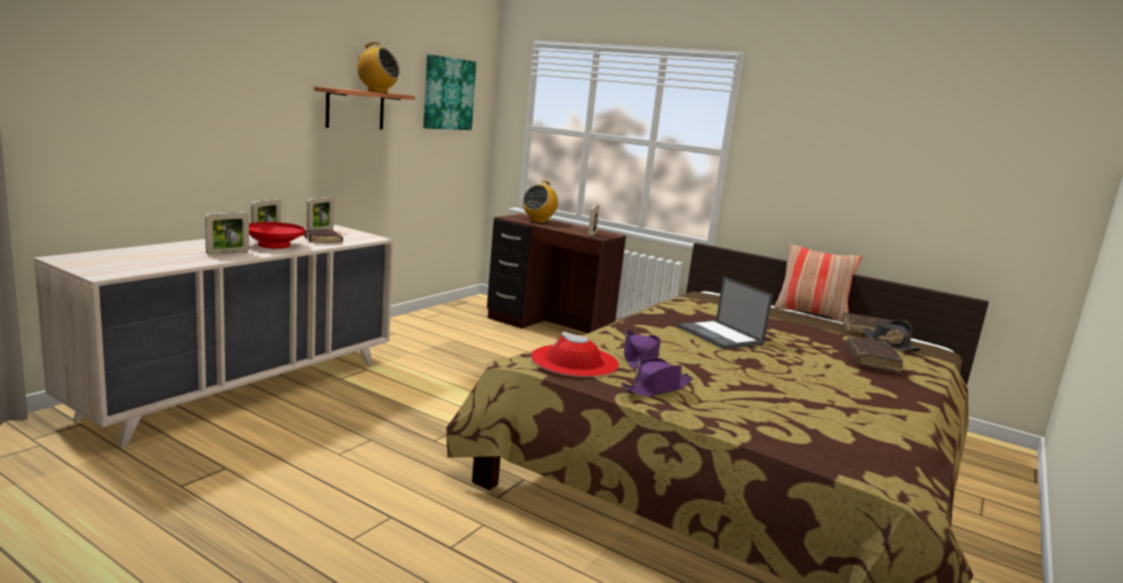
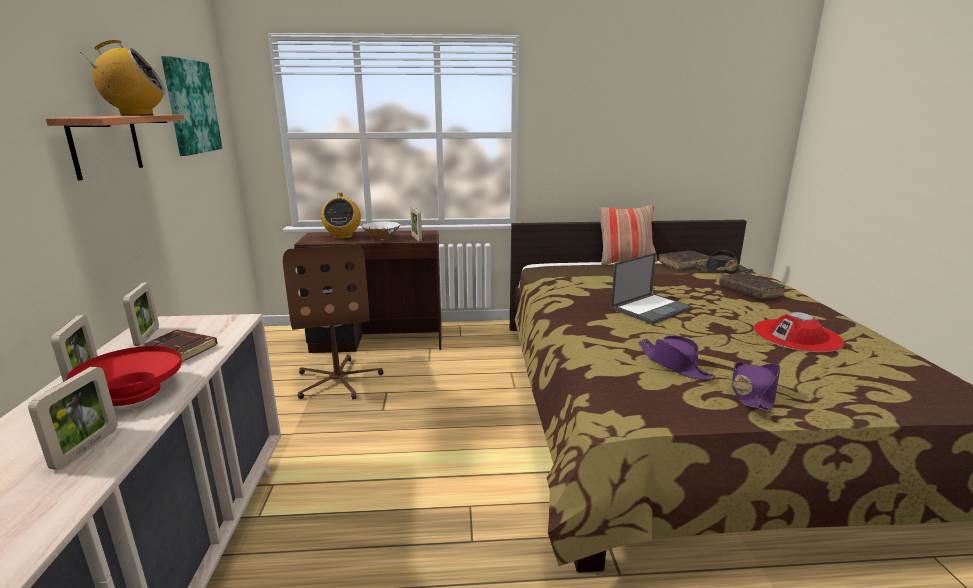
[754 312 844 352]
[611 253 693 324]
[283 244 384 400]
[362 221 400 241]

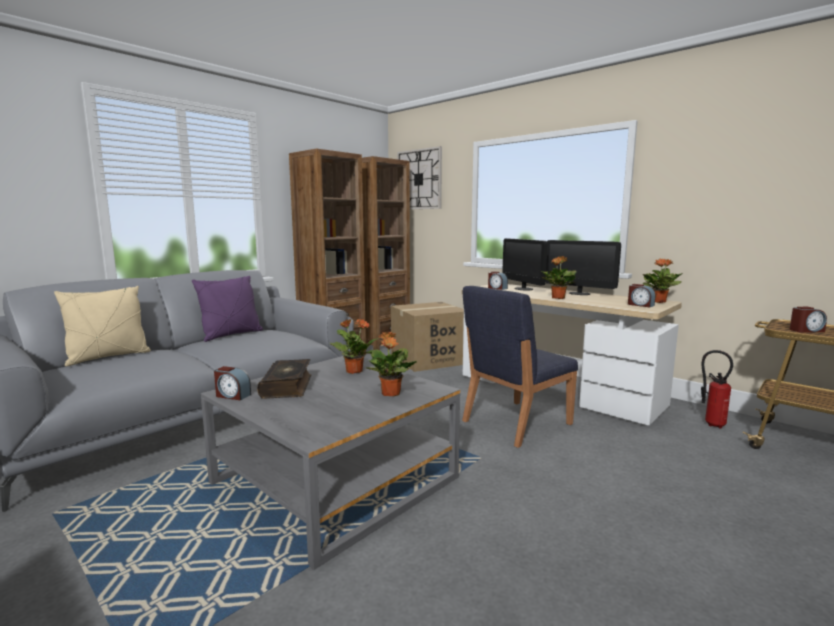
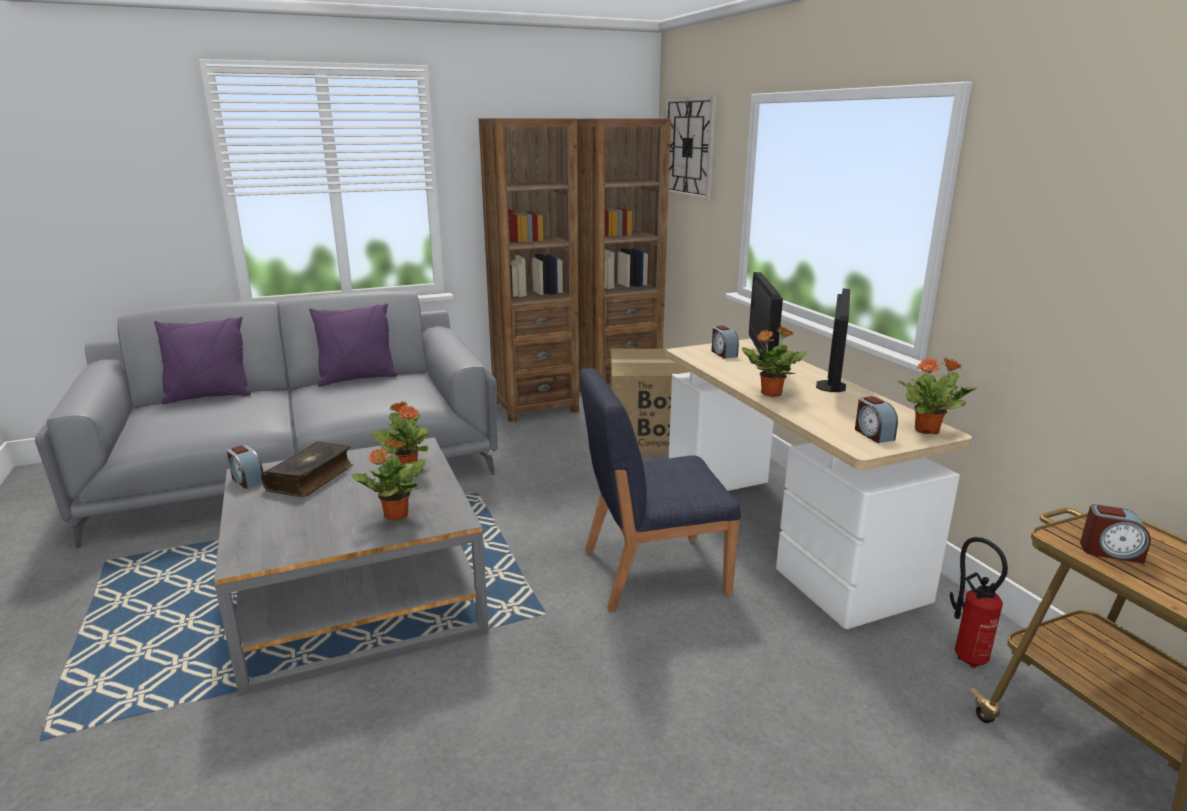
[154 317 251 404]
[816 288 850 392]

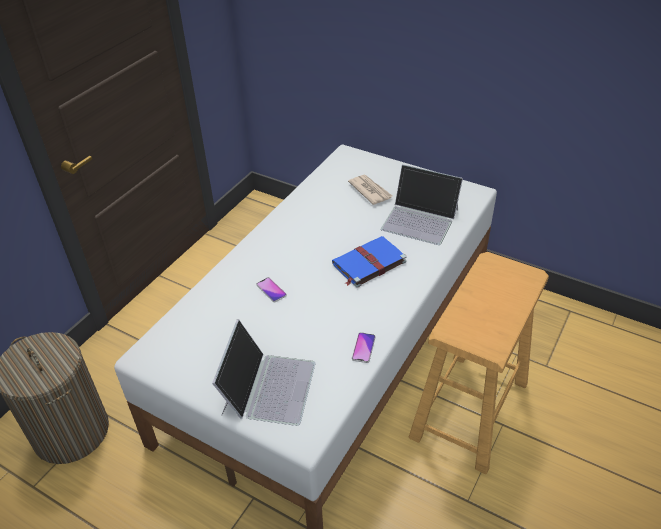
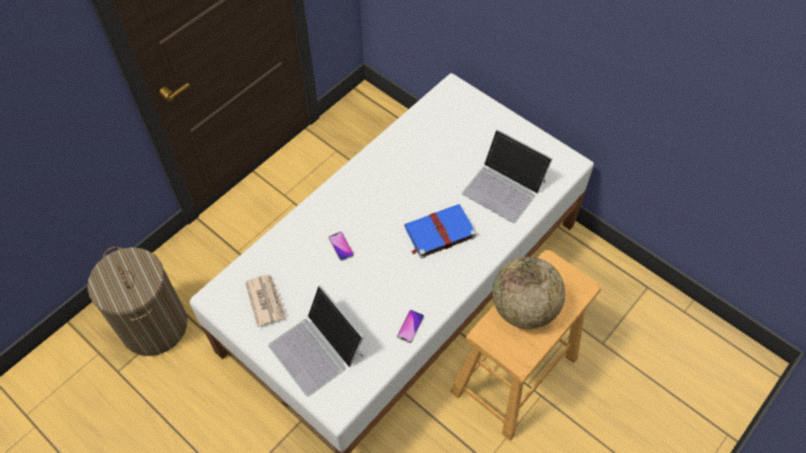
[268 285 364 396]
[245 274 286 327]
[492 257 565 329]

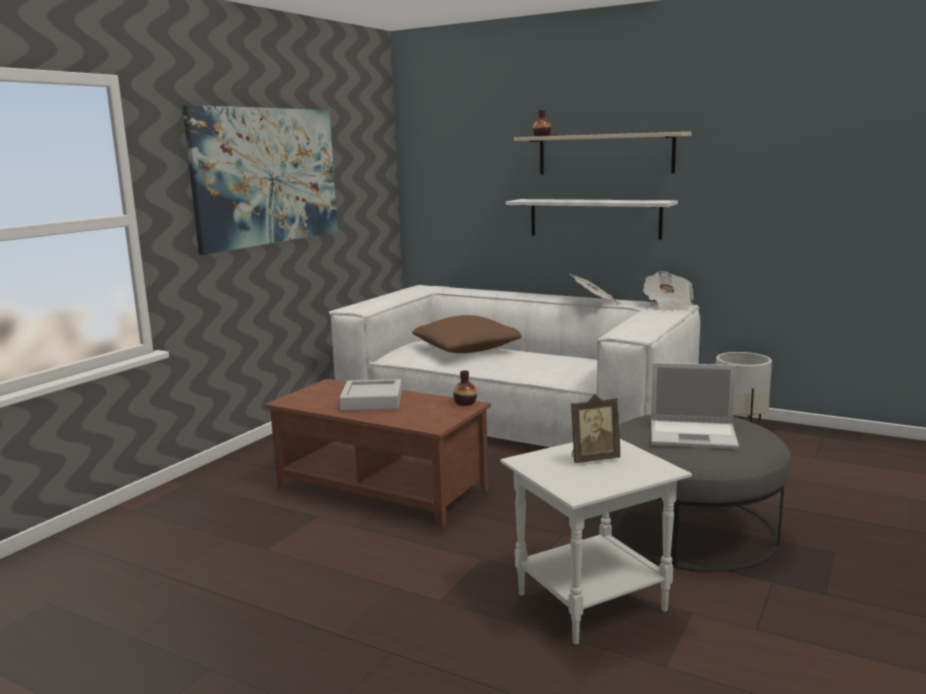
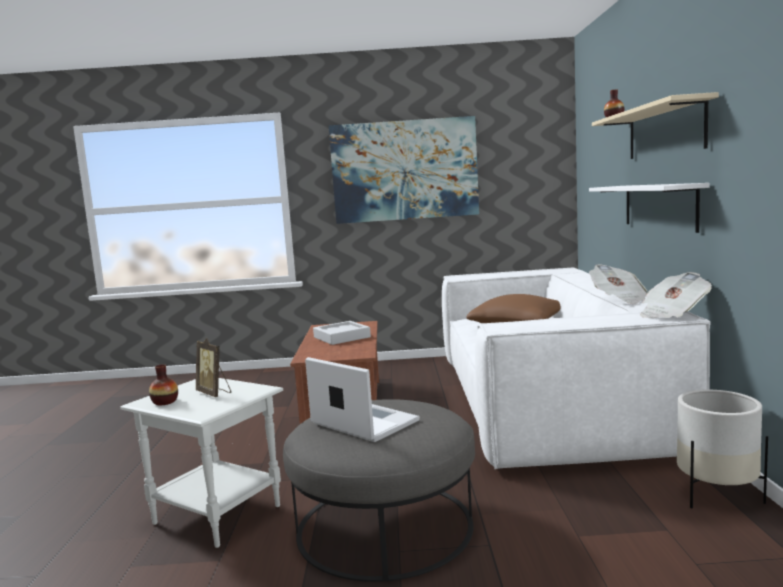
[149 364 178 405]
[305 357 420 442]

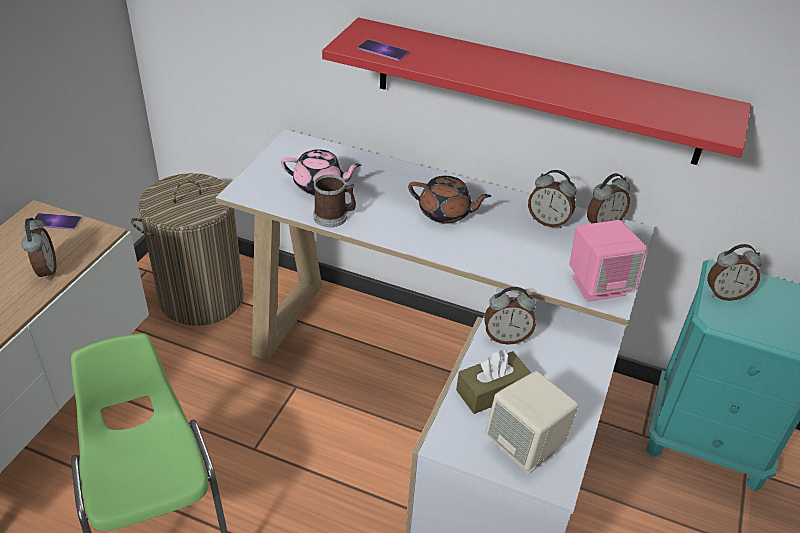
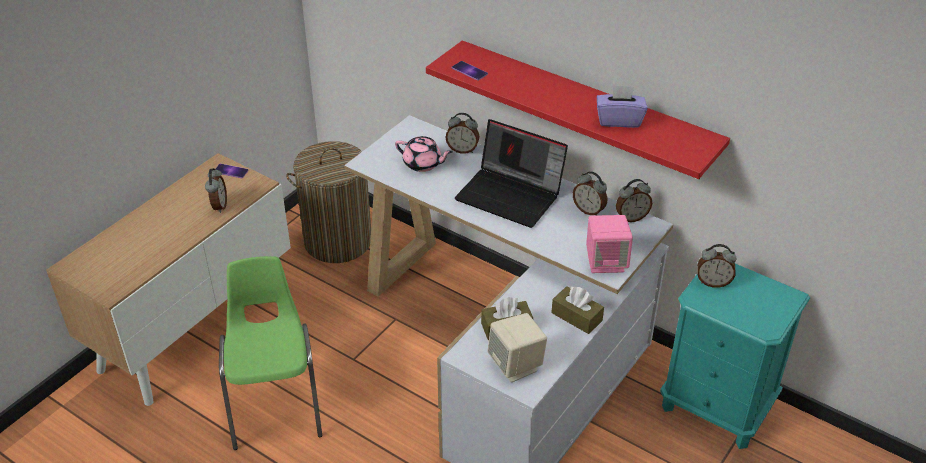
[313 174 356 227] (first image)
[455 119 568 228]
[446 113 479 154]
[551 286 604 334]
[597 85 647 128]

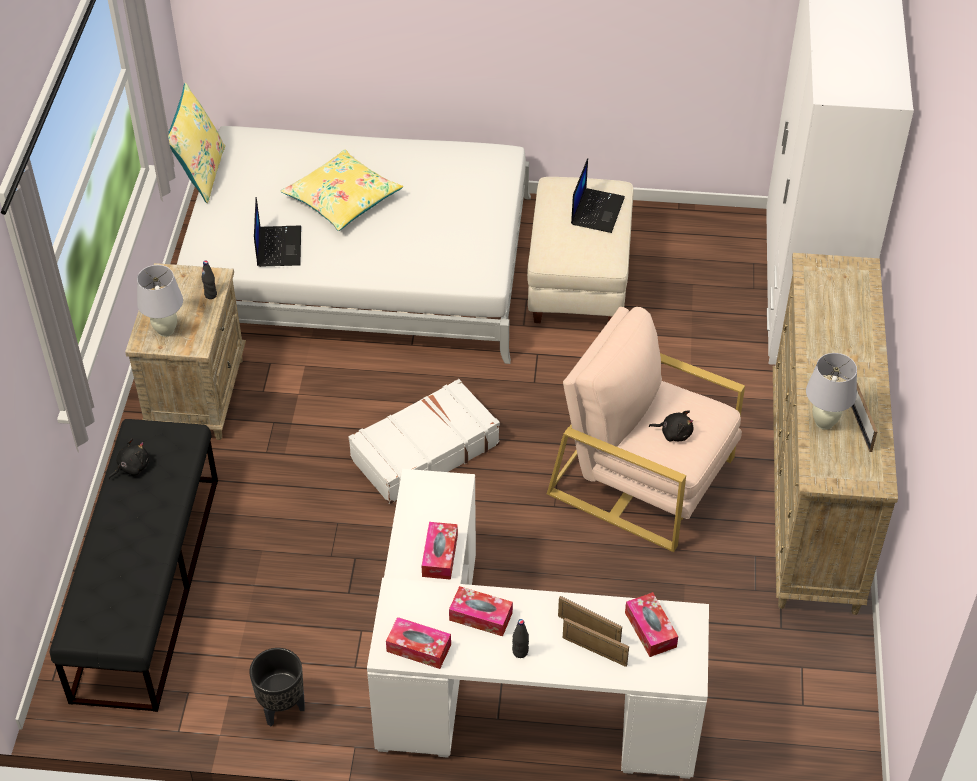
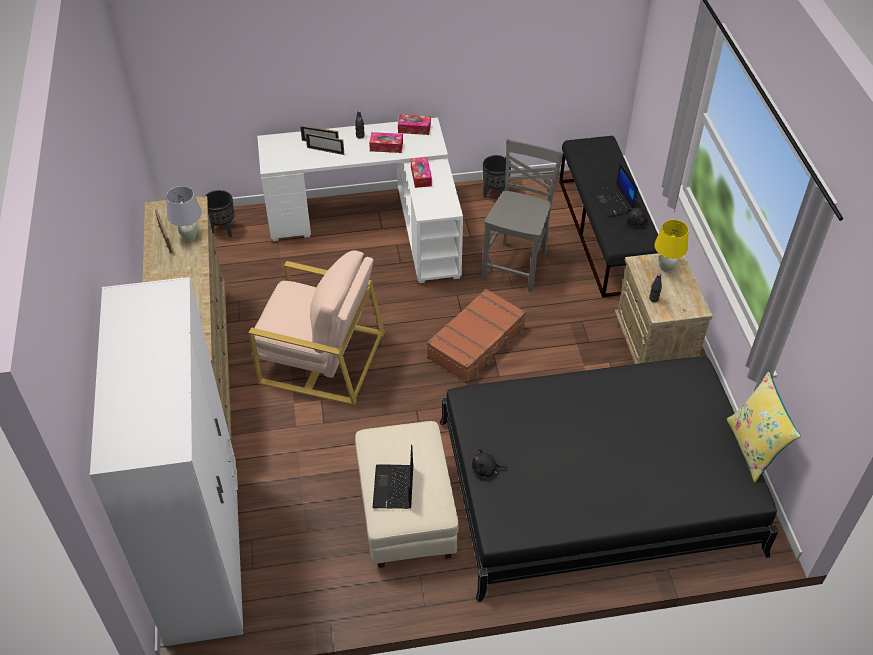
[654 220 689 272]
[440 356 779 602]
[590 163 638 217]
[281 149 403 231] (first image)
[427 289 526 383]
[625 592 678 657] (first image)
[472 449 507 477]
[205 190 234 237]
[482 139 564 292]

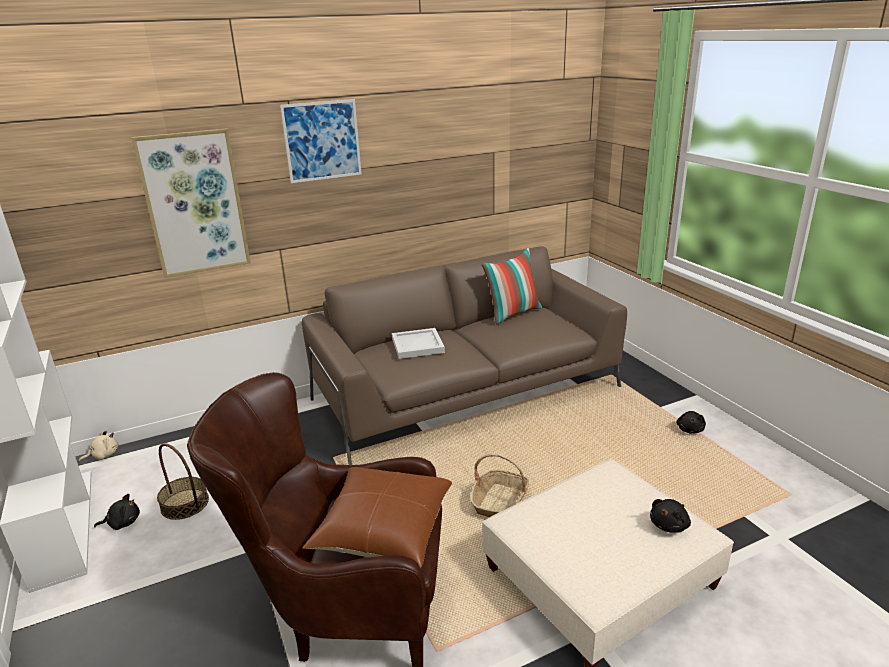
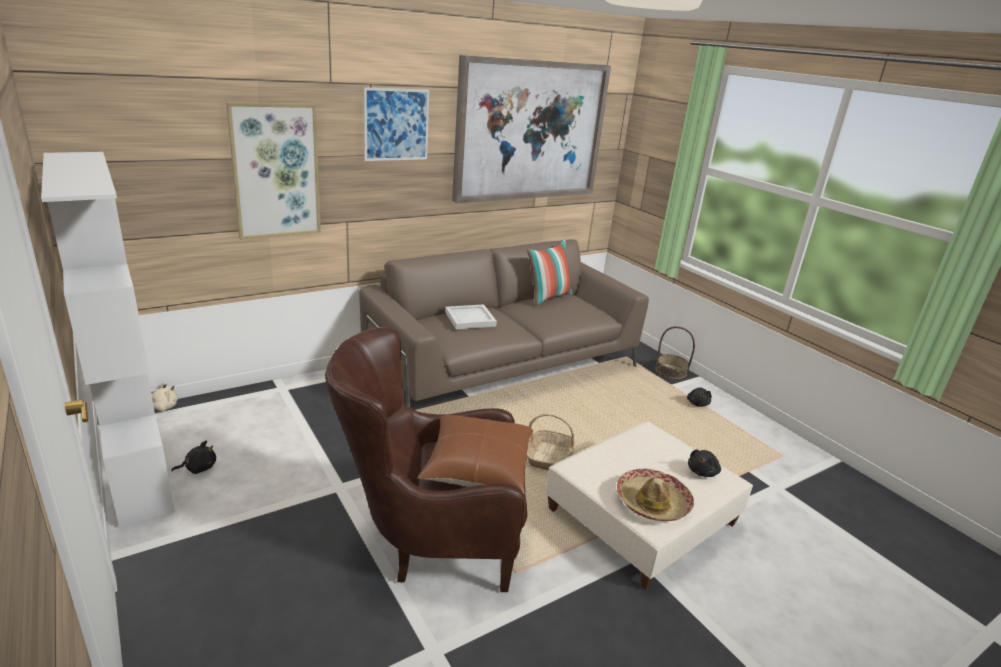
[655 326 695 379]
[452 55 611 203]
[617 468 694 521]

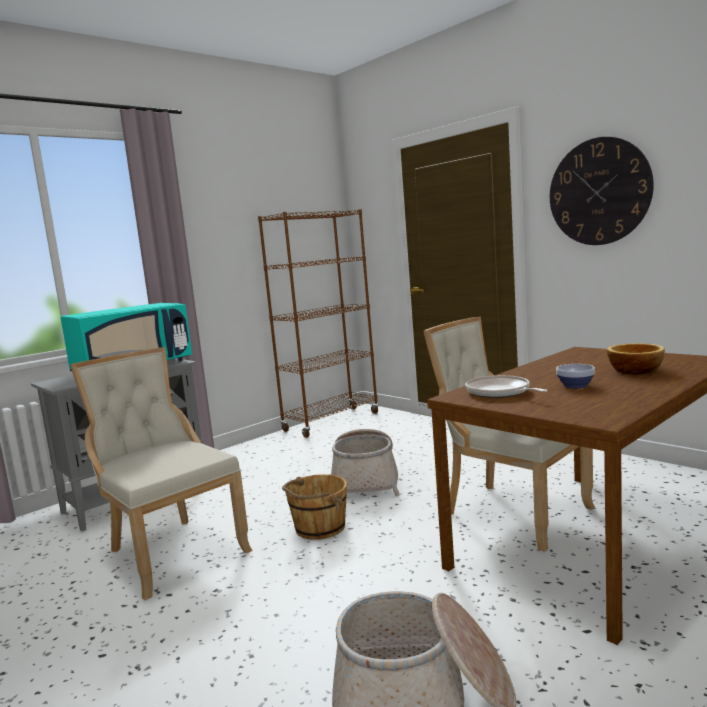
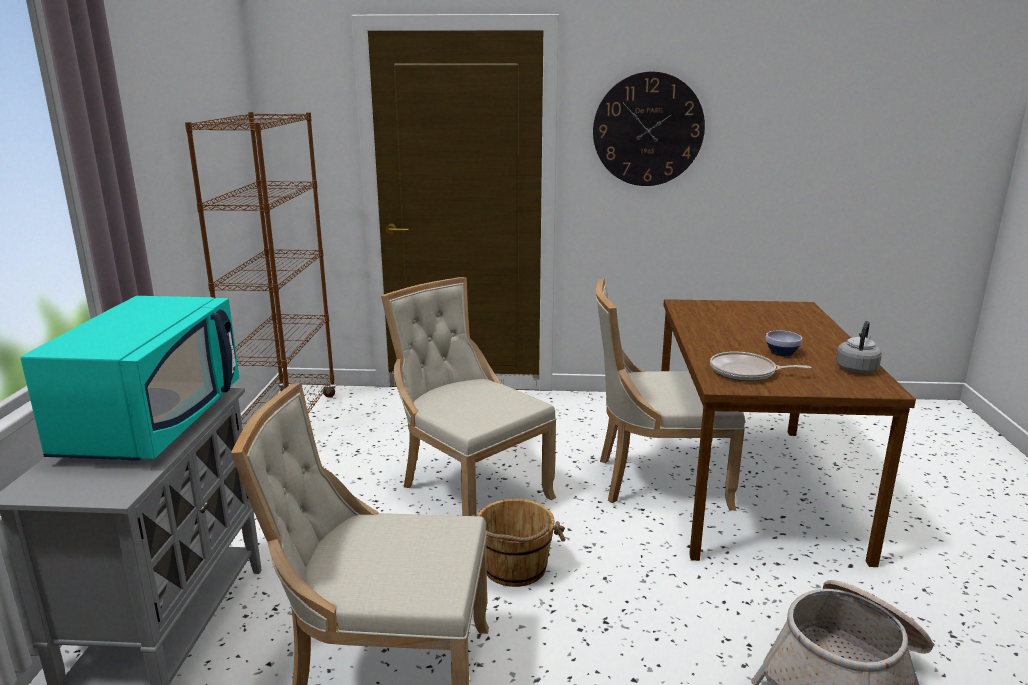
[381 277 556 516]
[607 343 665 375] (first image)
[836 321 882 374]

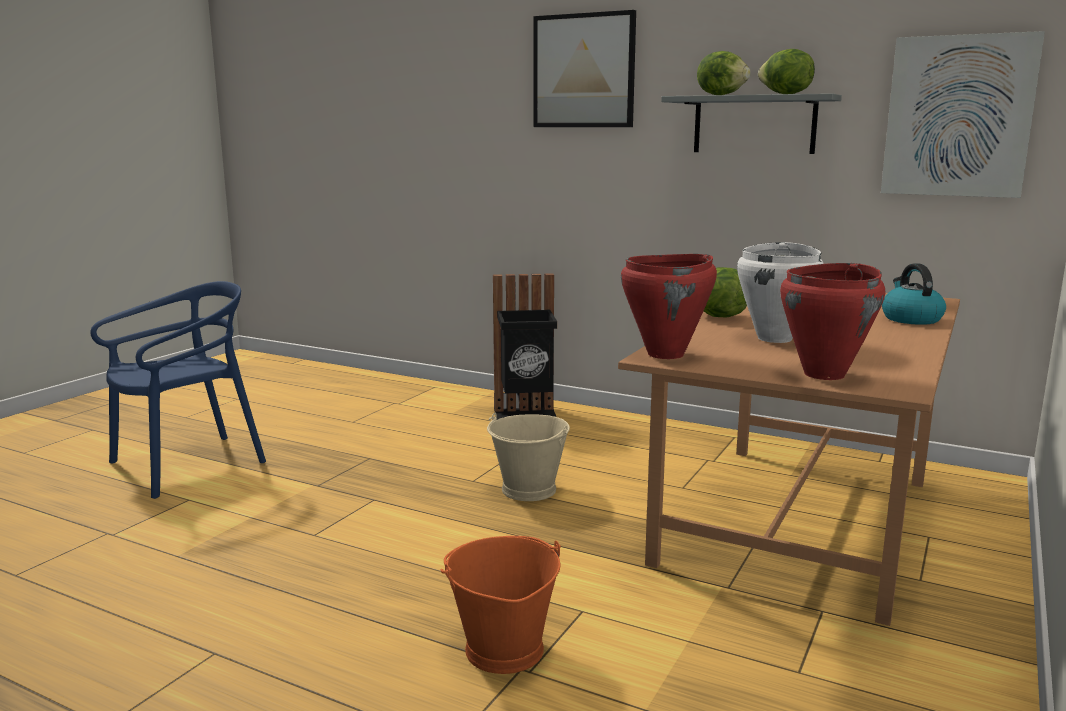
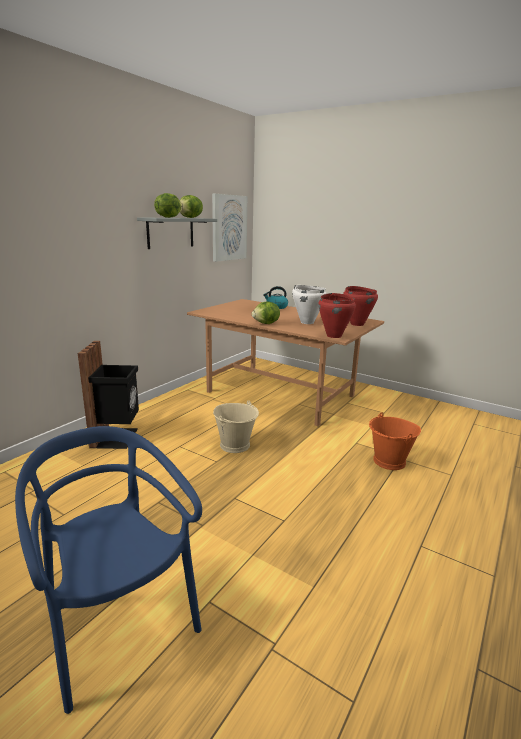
[533 10 636 127] (first image)

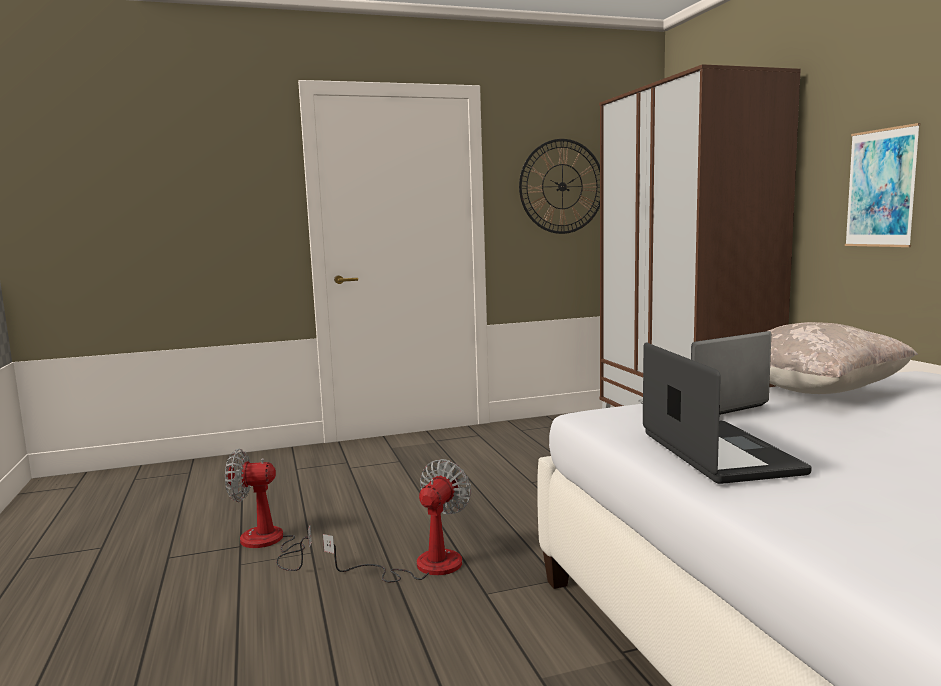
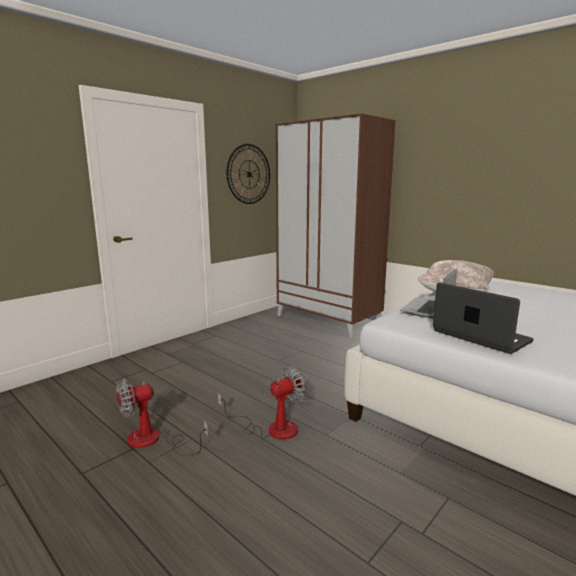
[218 366 306 440]
[845 123 921 247] (first image)

